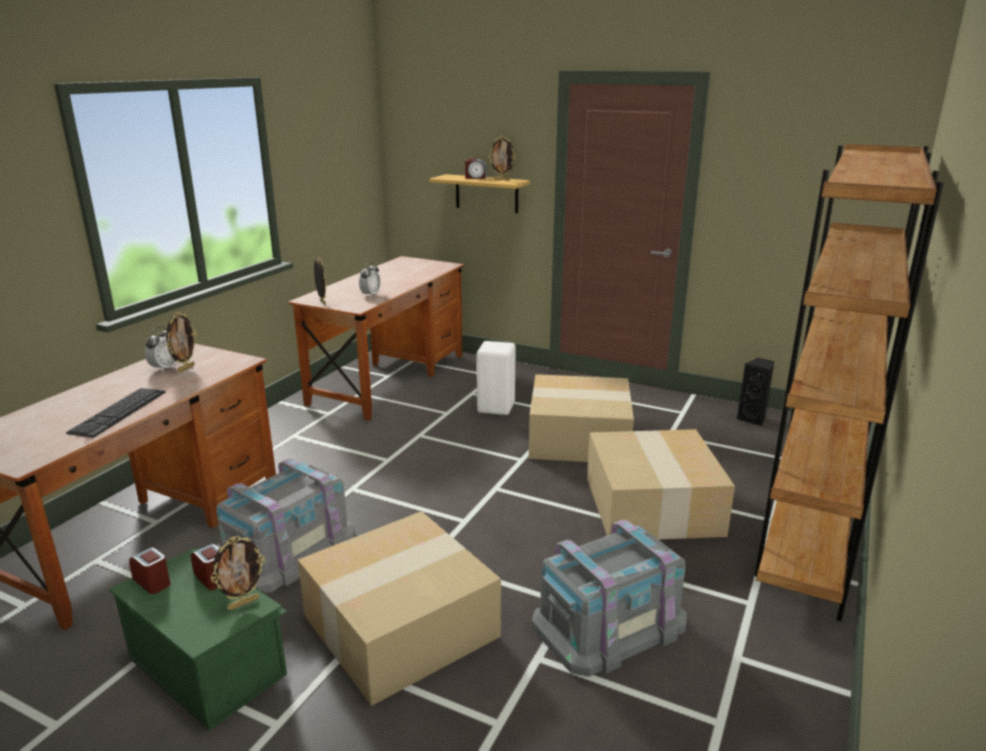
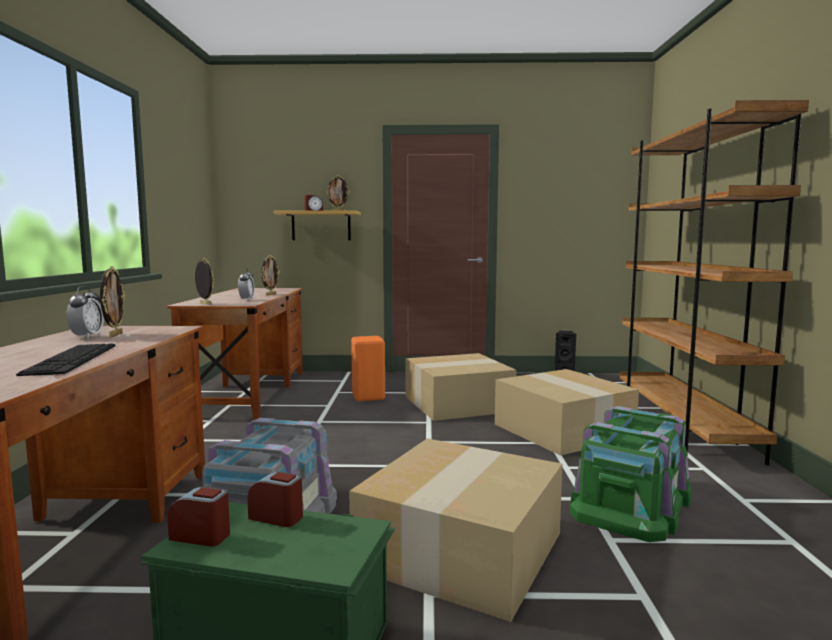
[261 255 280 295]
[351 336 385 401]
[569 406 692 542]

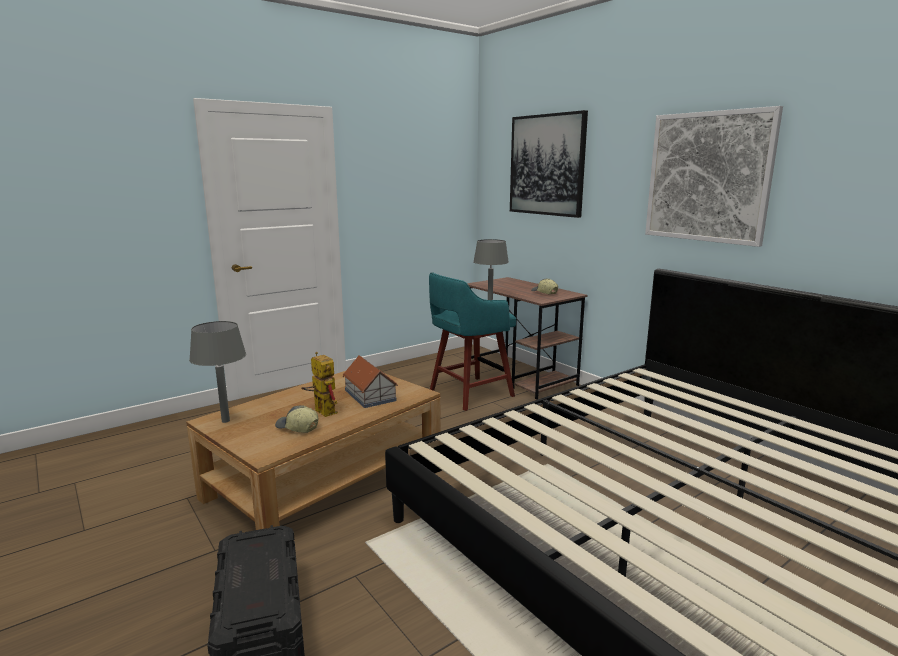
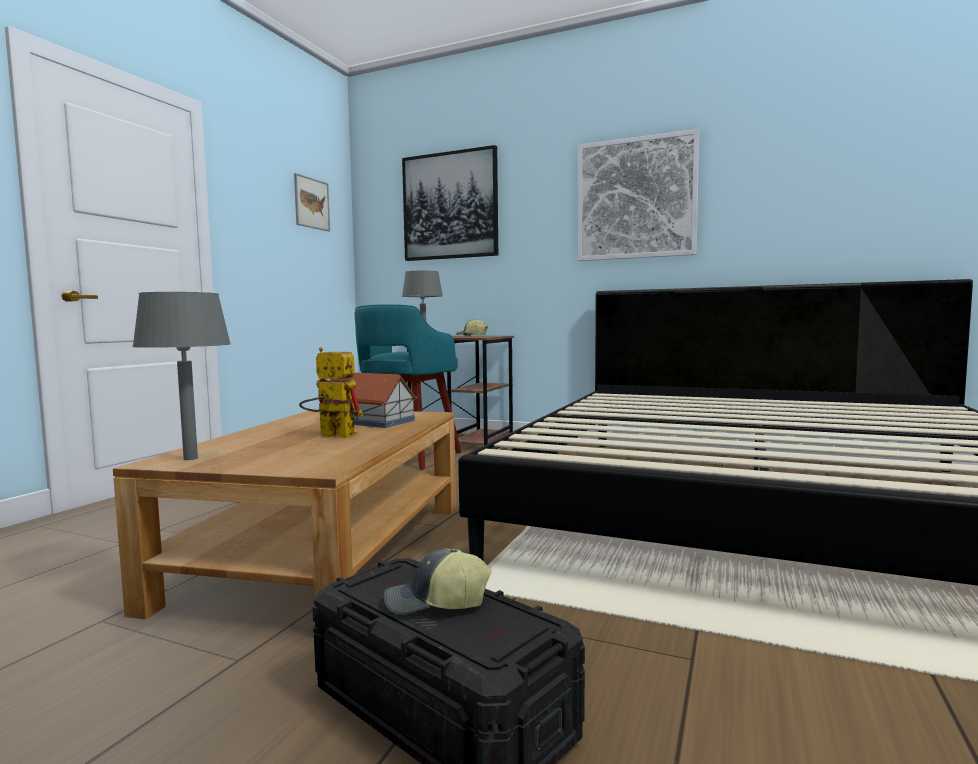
[384 549 491 615]
[294 173 330 231]

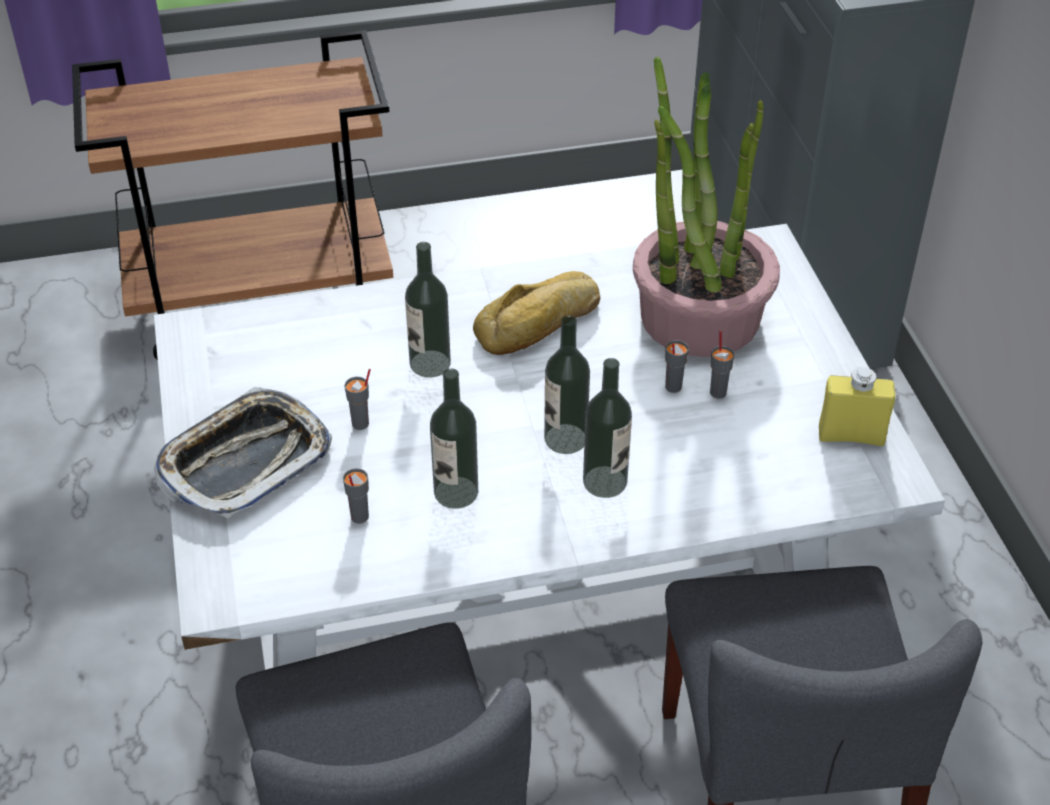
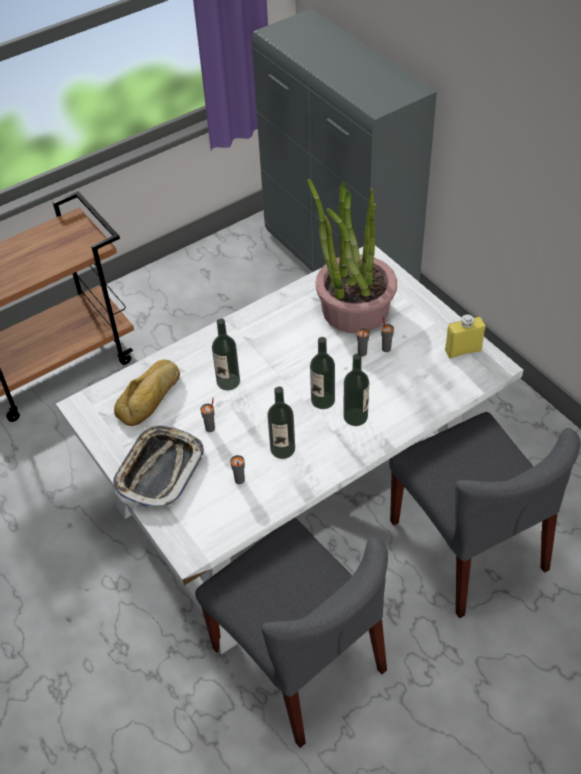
[114 359 180 426]

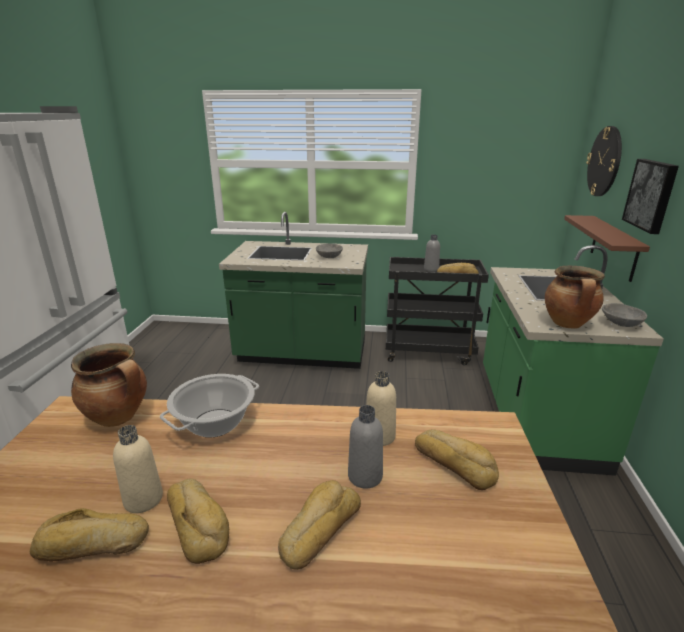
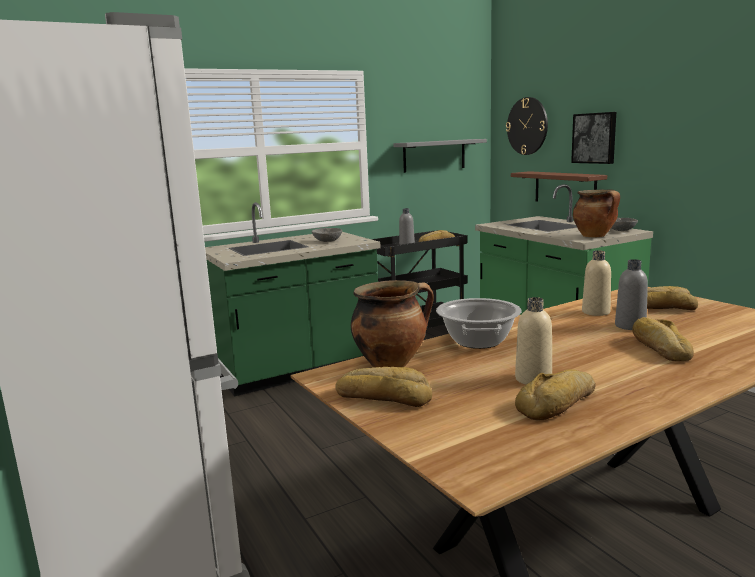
[335 367 432 407]
[394 139 487 173]

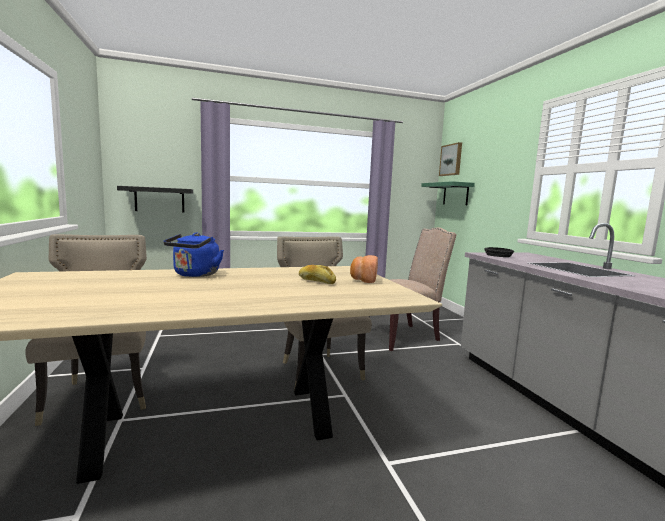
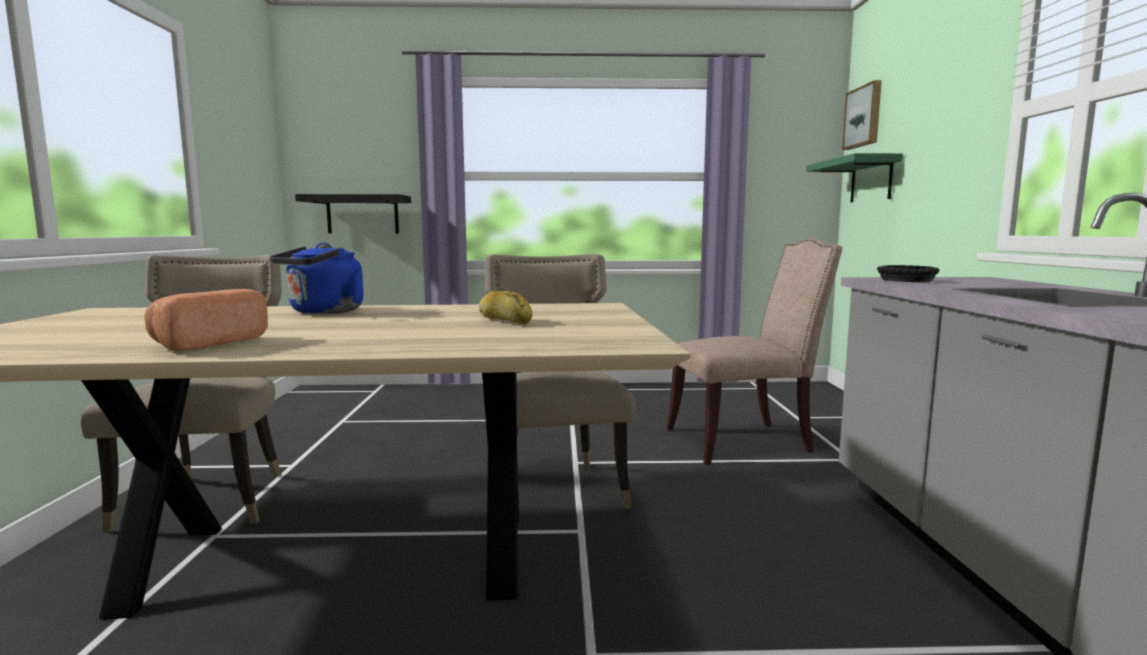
[144 289 268 351]

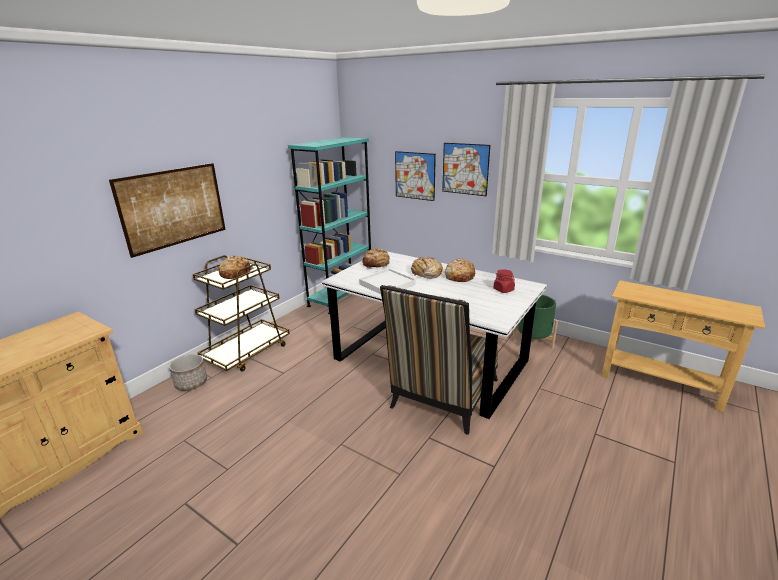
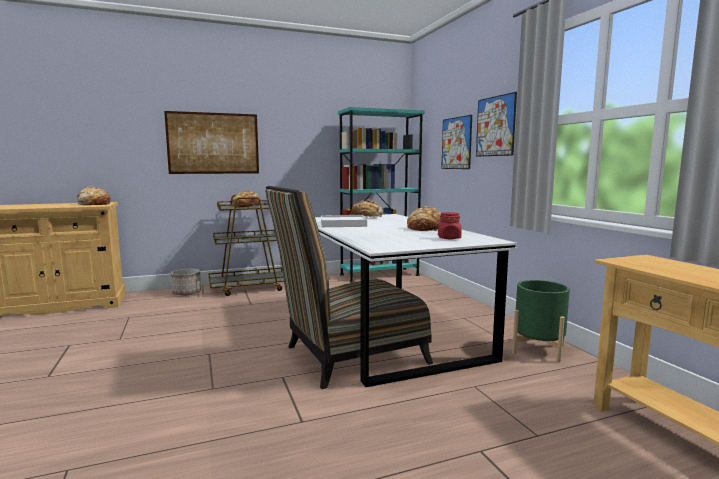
[77 186 111 205]

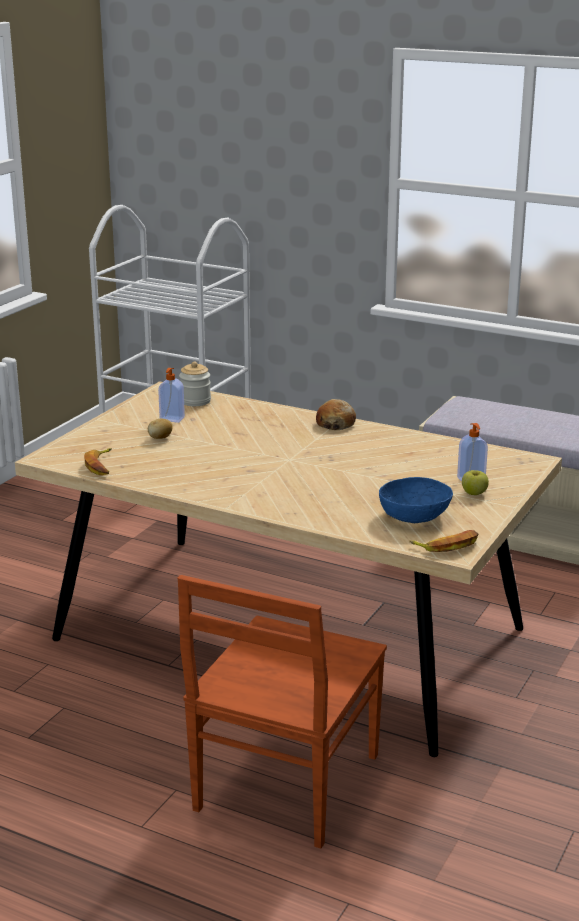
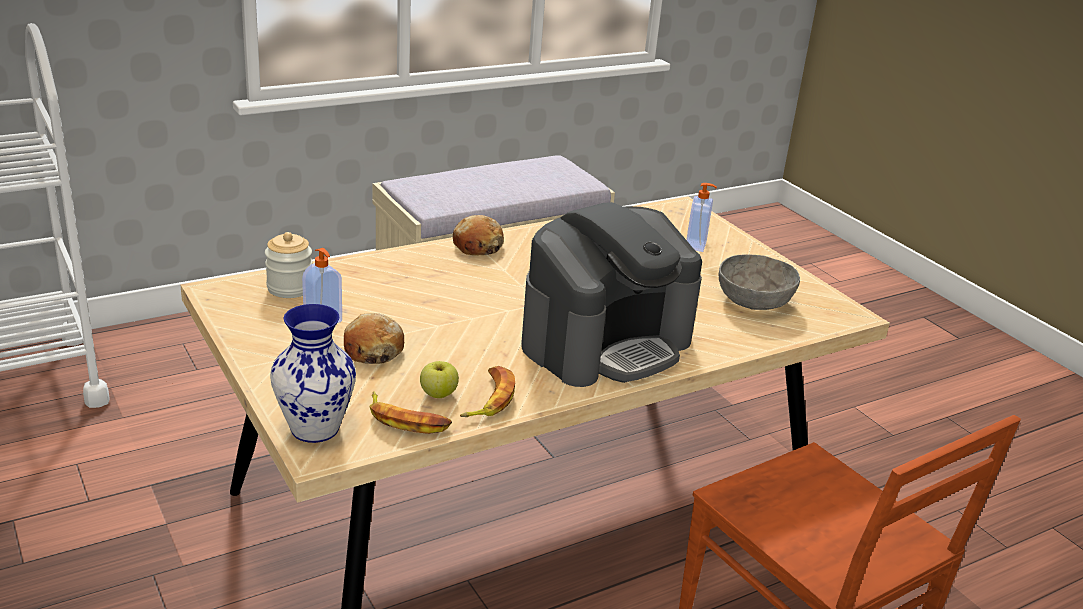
[344 313 404 364]
[719 254 800 310]
[460 366 515 417]
[420 361 459 398]
[270 304 356 443]
[521 202 702 387]

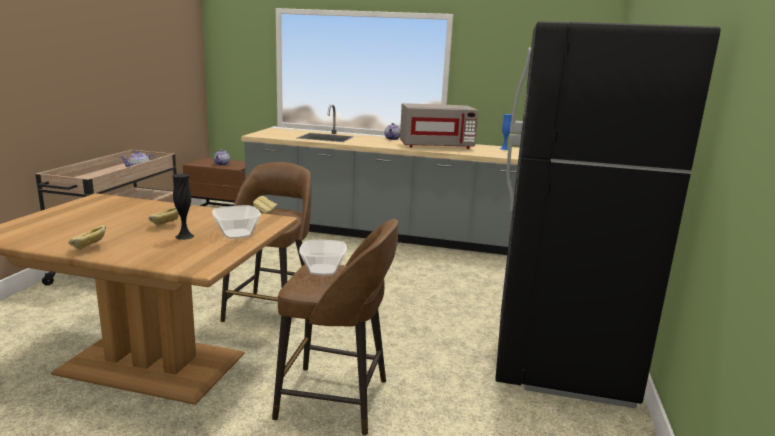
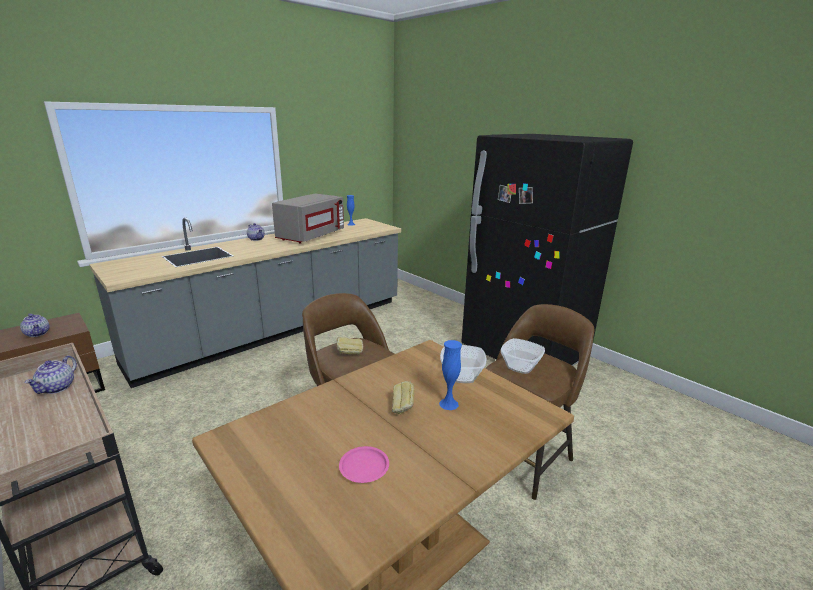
[68 225 106 250] (first image)
[439 340 462 410]
[339 446 389 483]

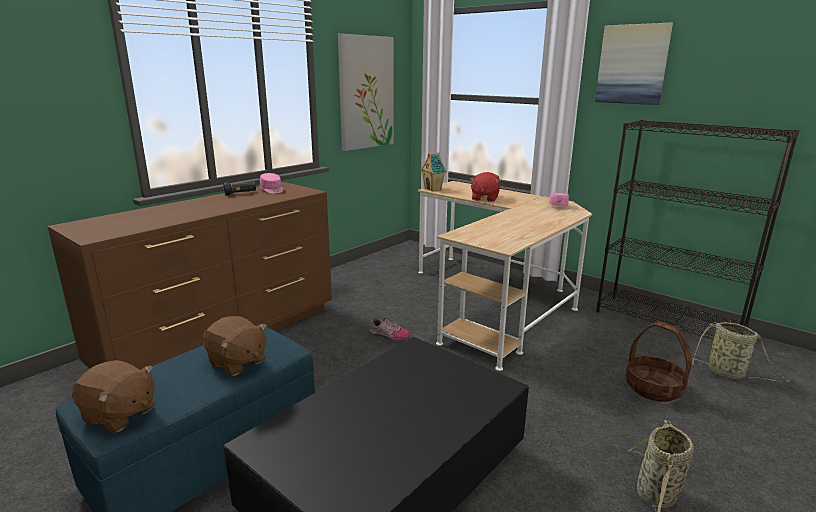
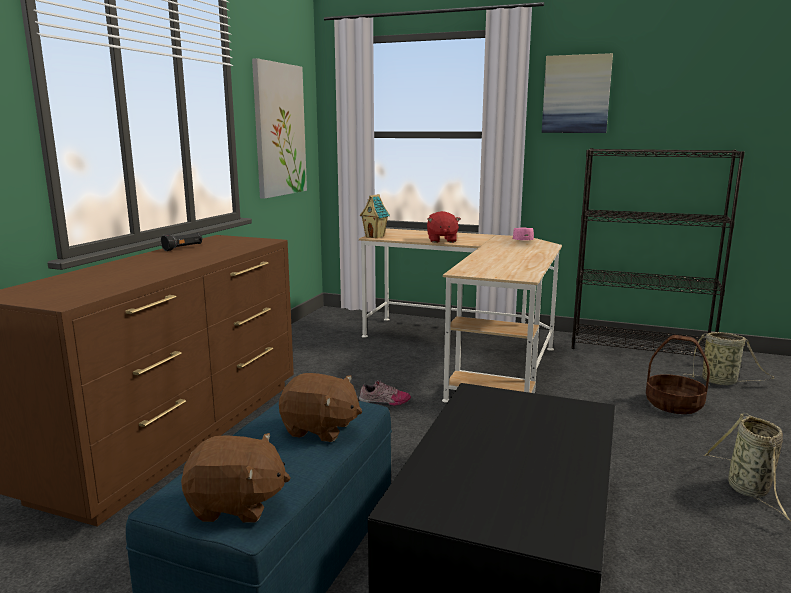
[260 173 283 194] (first image)

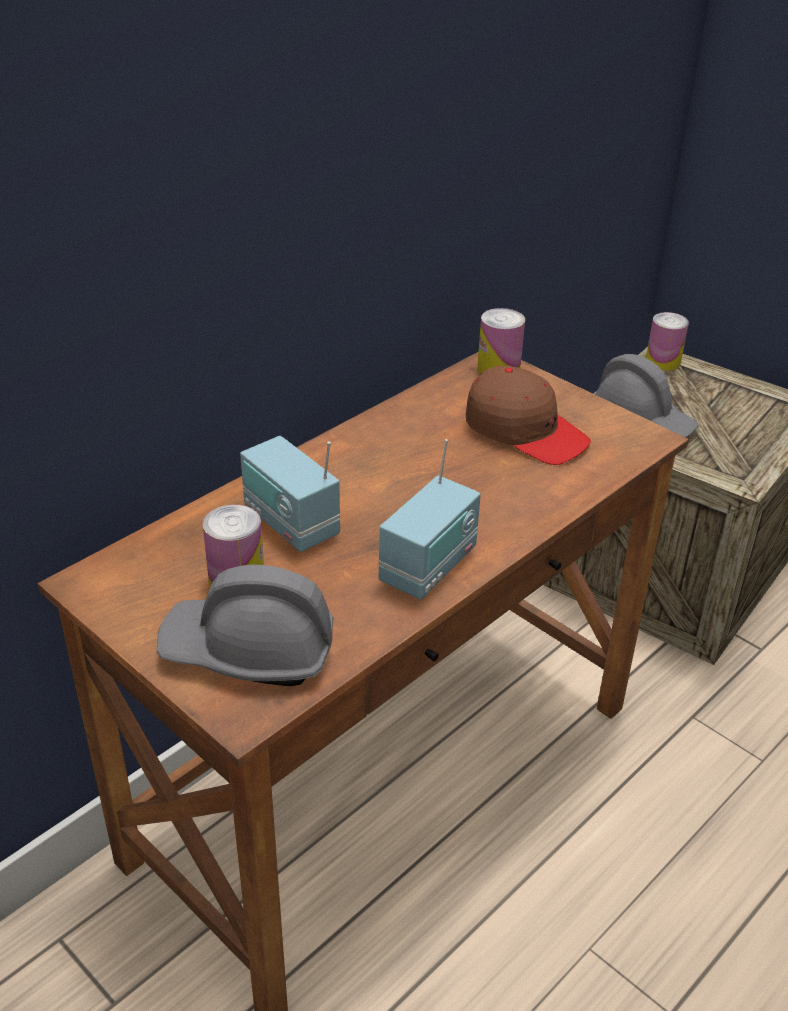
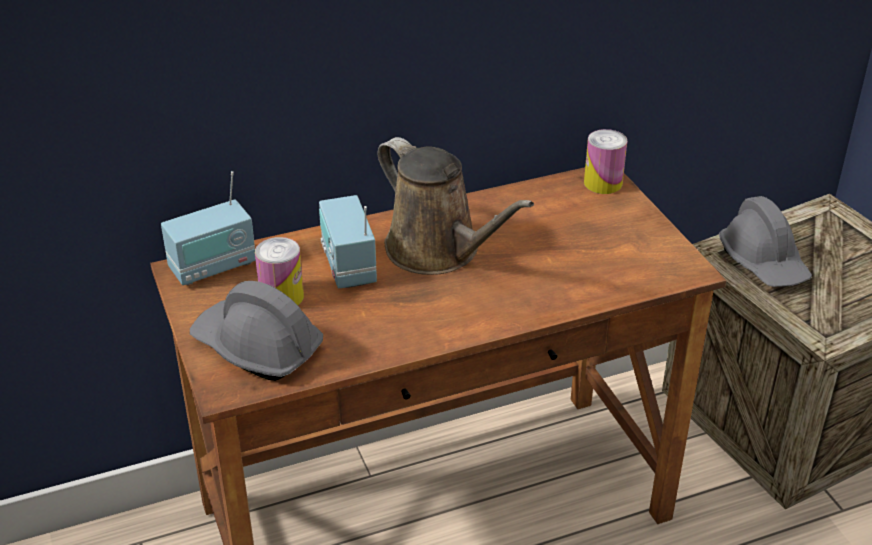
[161 171 256 285]
[466 366 591 465] (first image)
[646 312 689 371] (first image)
[378 137 534 275]

